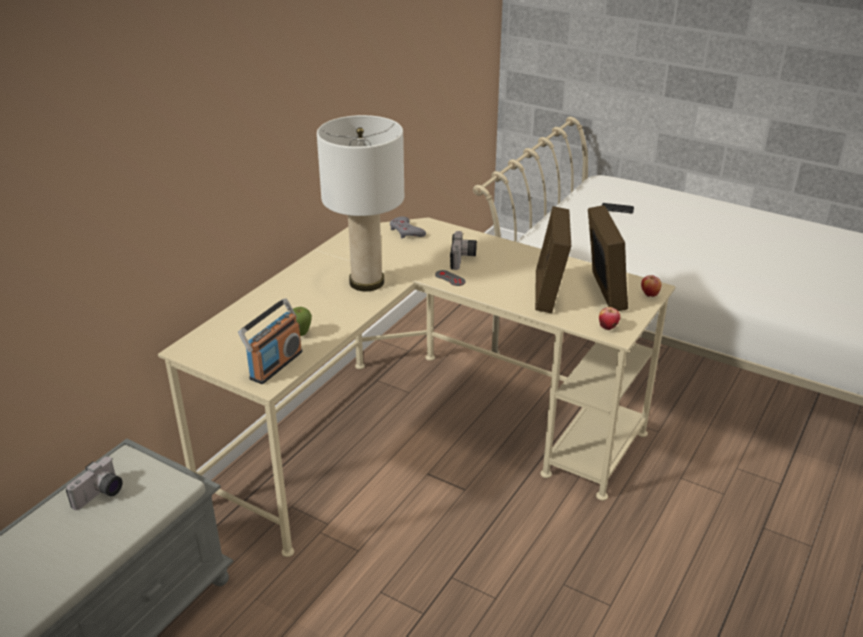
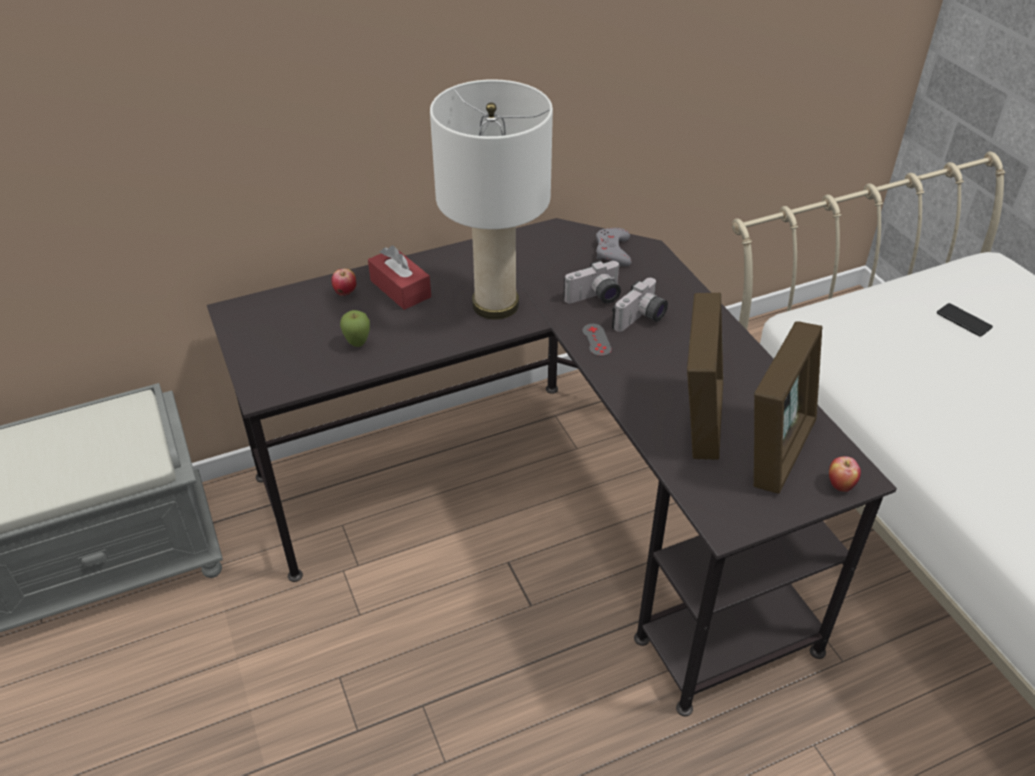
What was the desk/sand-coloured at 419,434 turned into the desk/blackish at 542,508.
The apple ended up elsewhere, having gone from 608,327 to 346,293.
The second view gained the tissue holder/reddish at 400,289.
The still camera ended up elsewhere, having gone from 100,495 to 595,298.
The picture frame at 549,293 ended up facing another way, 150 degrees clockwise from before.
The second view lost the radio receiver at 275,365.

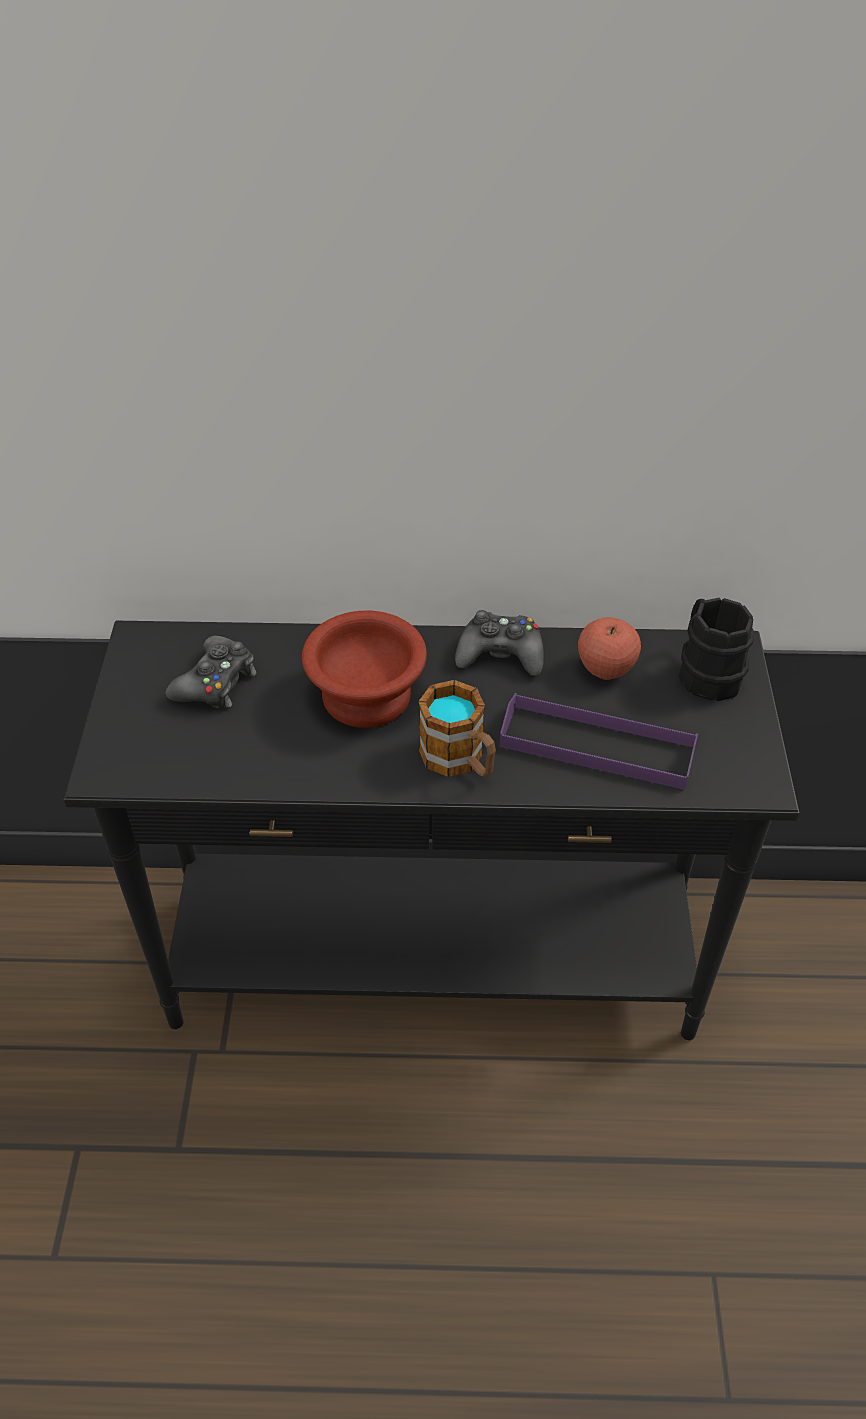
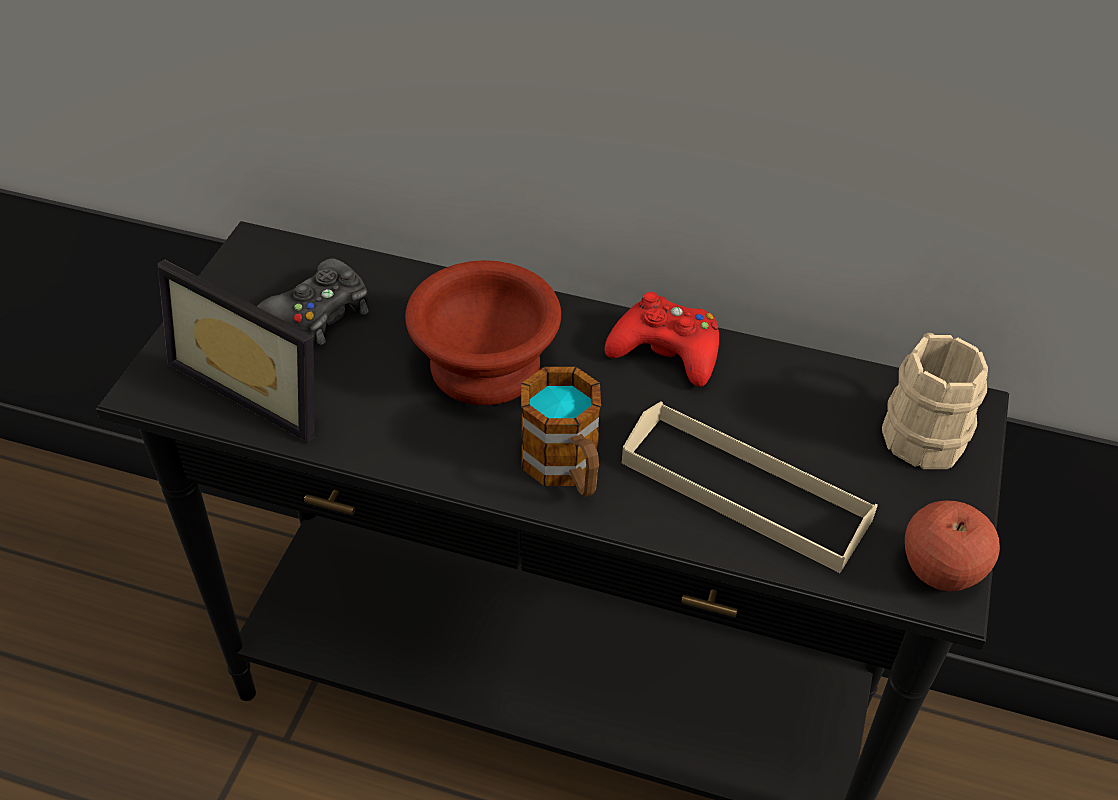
The second view gained the picture frame at 260,382.
What was the gamepad/blackish at 500,654 turned into the gamepad/reddish at 666,351.
What was the serving tray/purplish at 597,746 turned into the serving tray/sand-coloured at 744,491.
What was the mug/blackish at 706,671 turned into the mug/sand-coloured at 920,428.
The apple ended up elsewhere, having gone from 606,669 to 940,571.

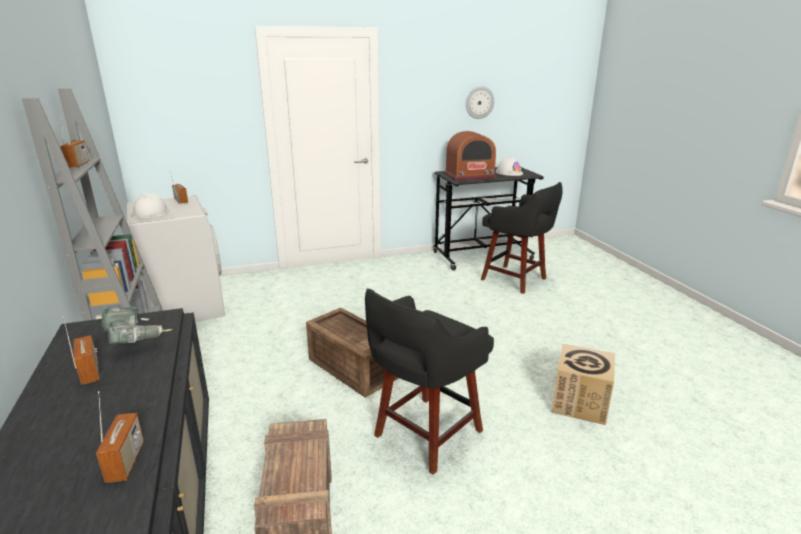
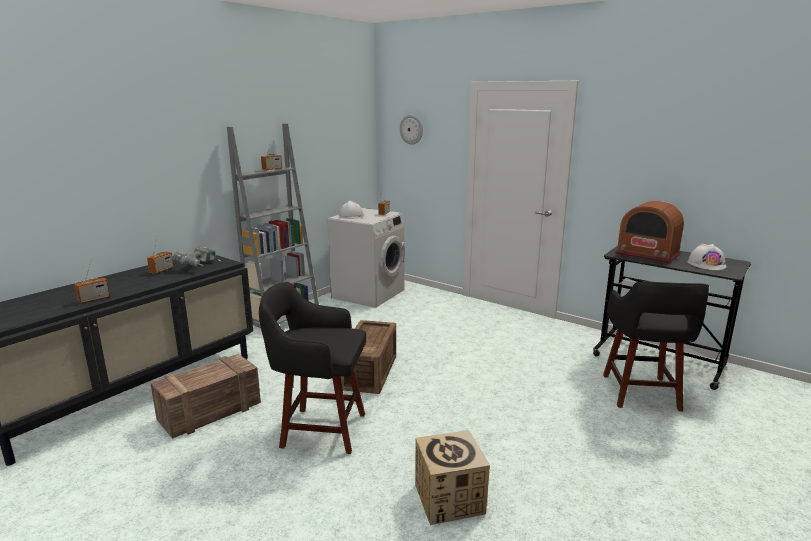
The wall clock ended up elsewhere, having gone from 479,102 to 411,129.

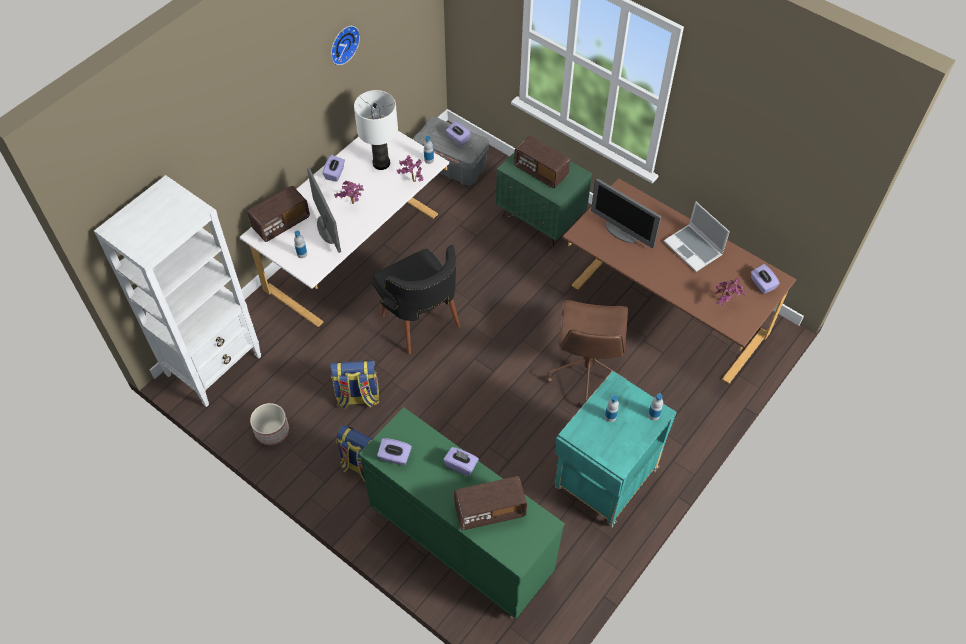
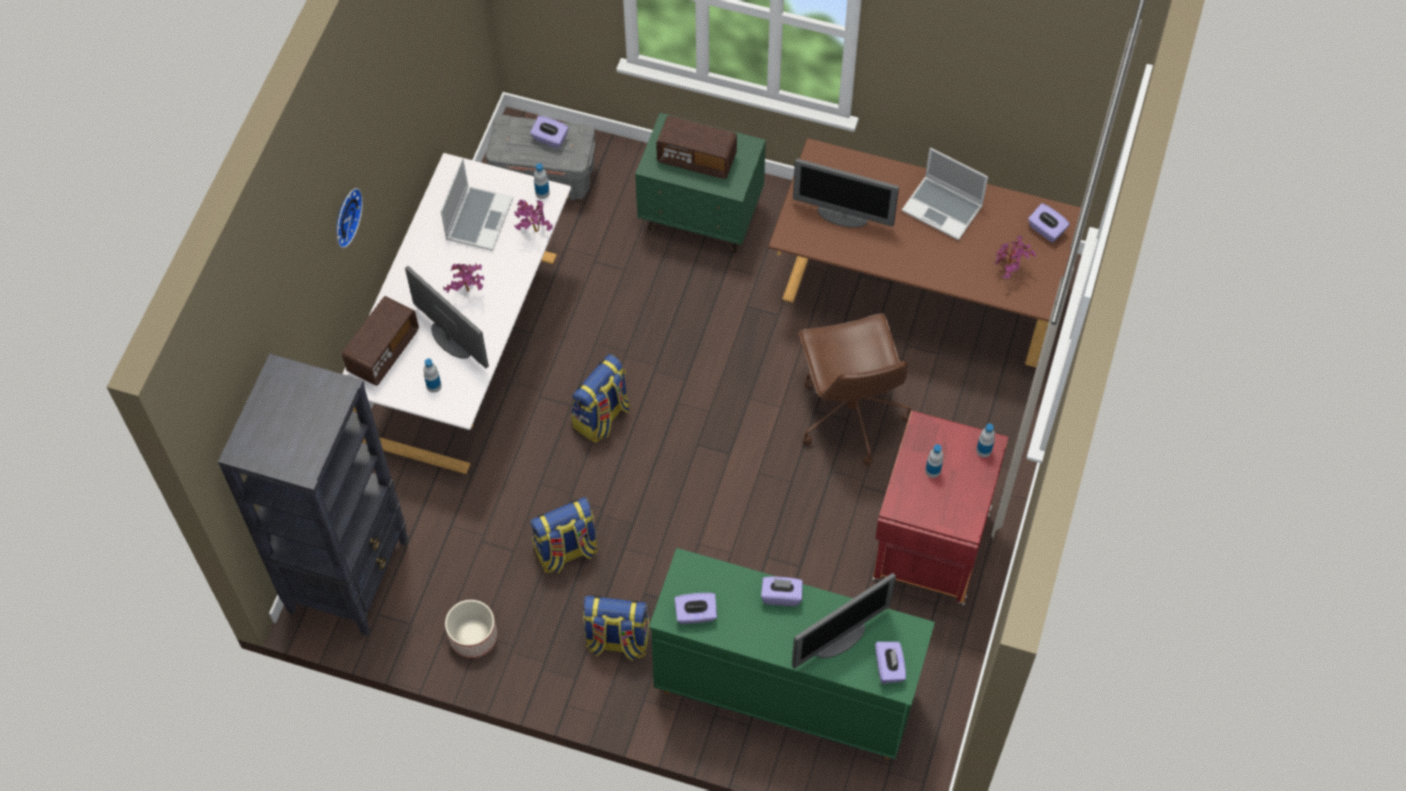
What was the shelving unit/whitish at 215,365 turned into the shelving unit/blackish at 349,575.
The wall clock ended up elsewhere, having gone from 342,44 to 344,216.
Where the tabletop lamp/whitish stood at 381,163, the laptop came to stand at 478,218.
Where the plain chair/blackish stood at 420,321, the backpack came to stand at 602,417.
Where the radio receiver stood at 489,511, the monitor came to stand at 840,639.
What was the trolley/turquoise-coloured at 604,480 turned into the trolley/reddish at 930,548.
The tissue holder/purplish ended up elsewhere, having gone from 335,173 to 889,667.

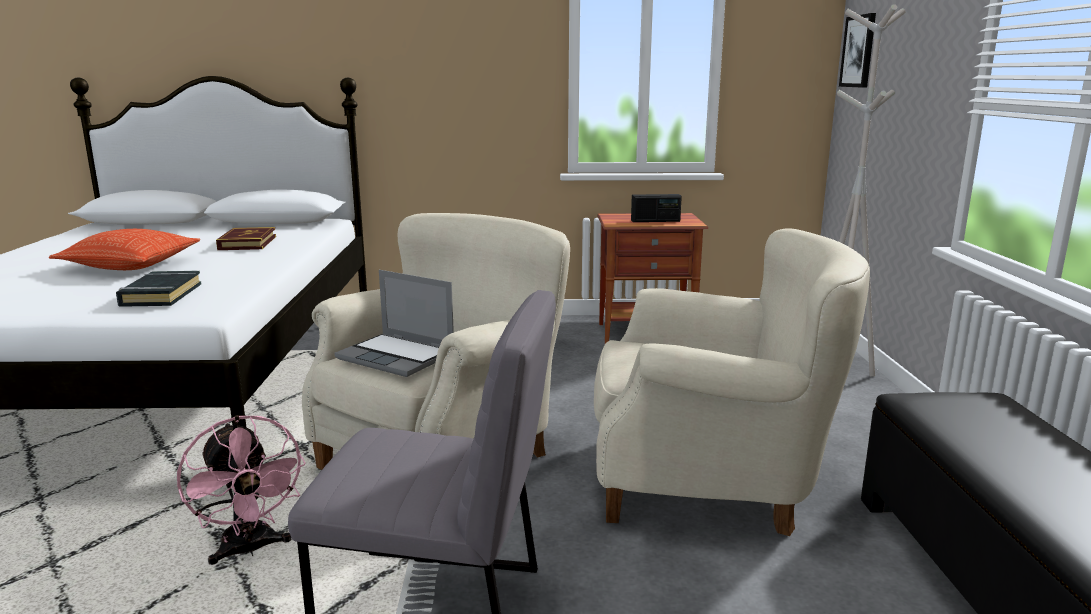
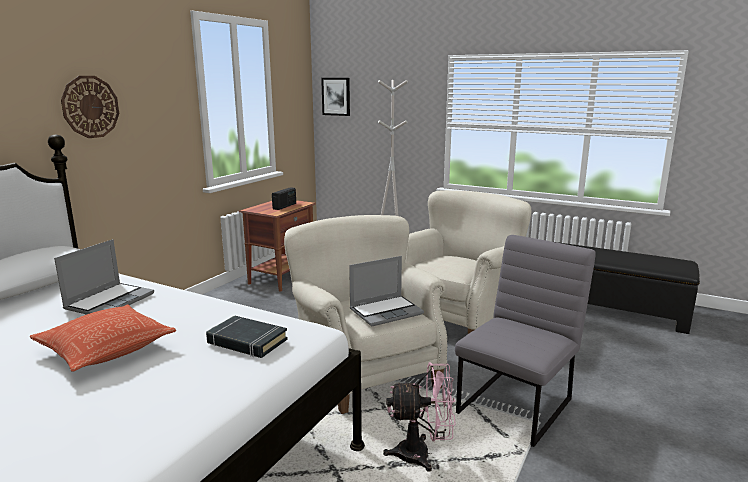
Where the book stood at 247,243, the laptop came to stand at 110,301.
The second view gained the wall clock at 90,107.

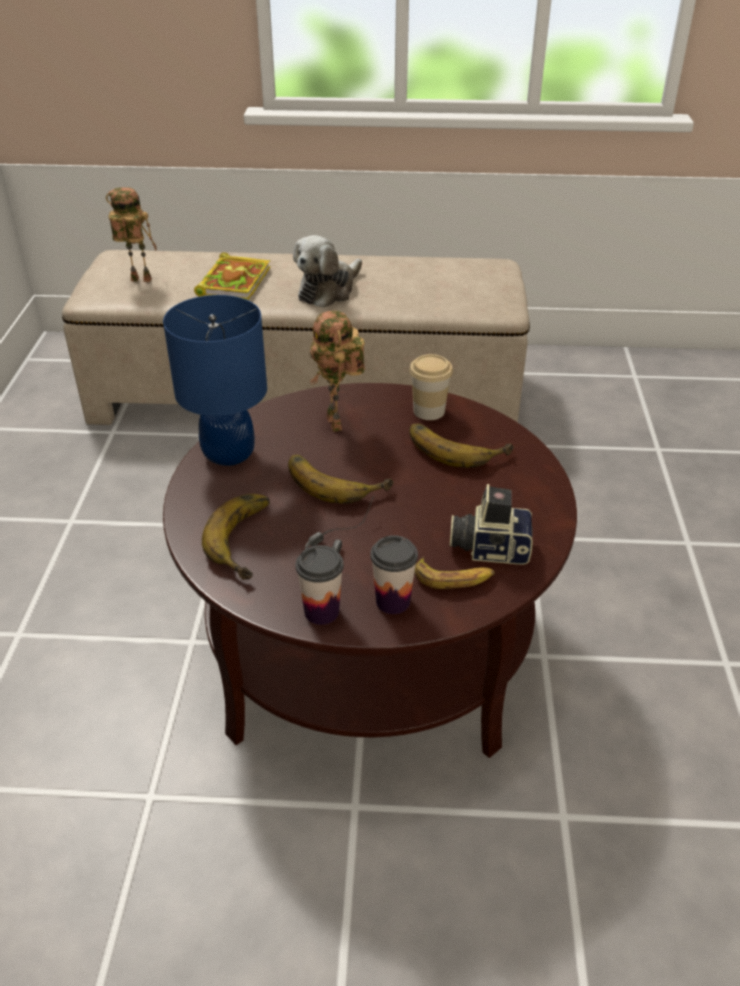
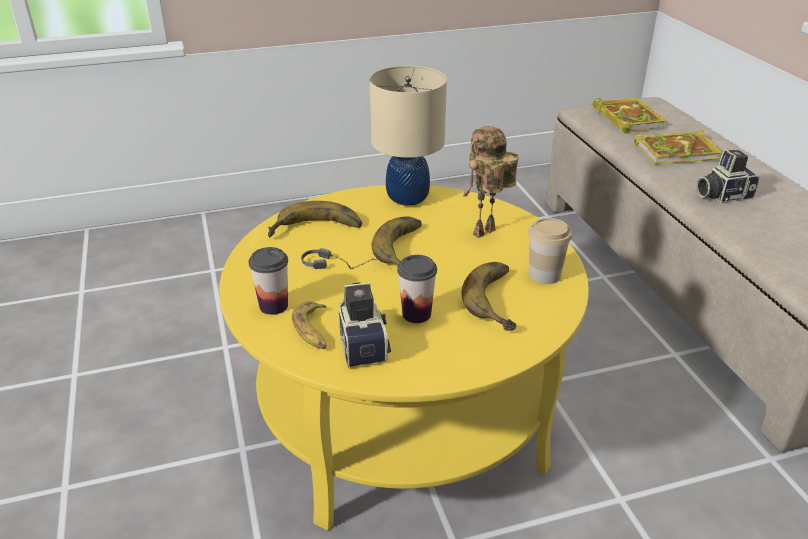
What was the coffee table/brownish at 370,646 turned into the coffee table/yellowish at 403,415.
What was the tabletop lamp/blue at 228,454 turned into the tabletop lamp/sand-coloured at 409,199.
The small cup ended up elsewhere, having gone from 321,612 to 416,314.
Where the toy robot stood at 139,281, the book came to stand at 626,118.
Where the cuddly toy stood at 328,290, the still camera came to stand at 722,195.

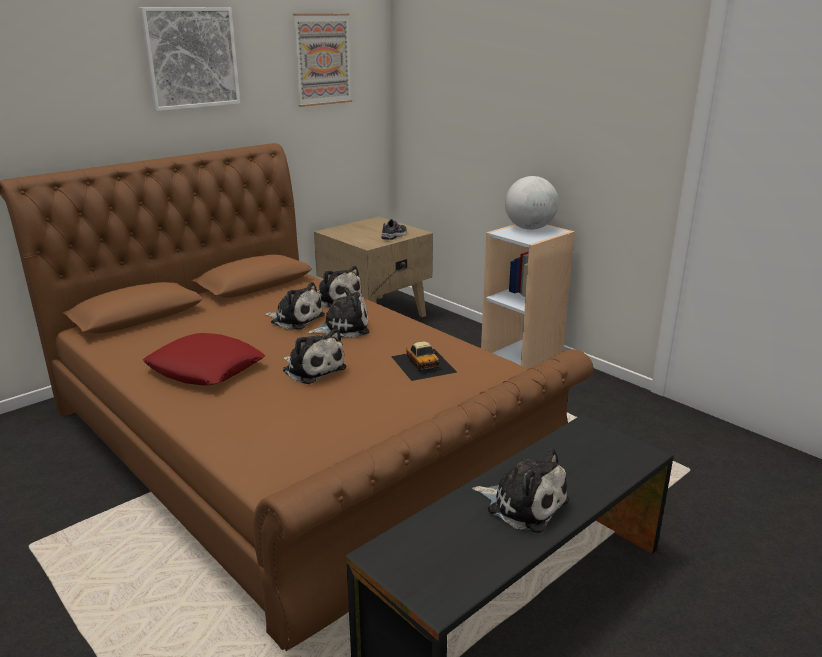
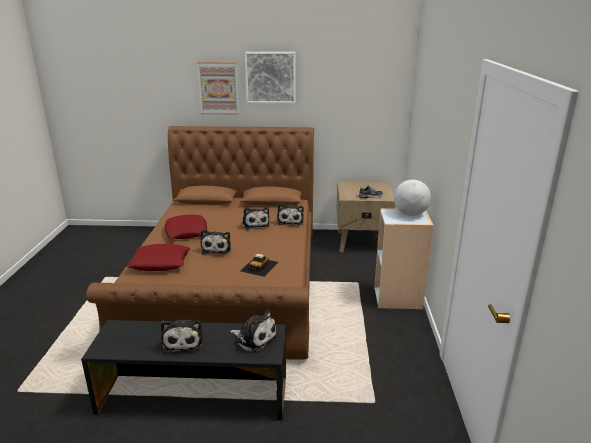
The second view gained the pillow/reddish at 160,262.
The wall picture ended up elsewhere, having gone from 322,59 to 218,88.
The cuddly toy ended up elsewhere, having gone from 343,328 to 254,338.

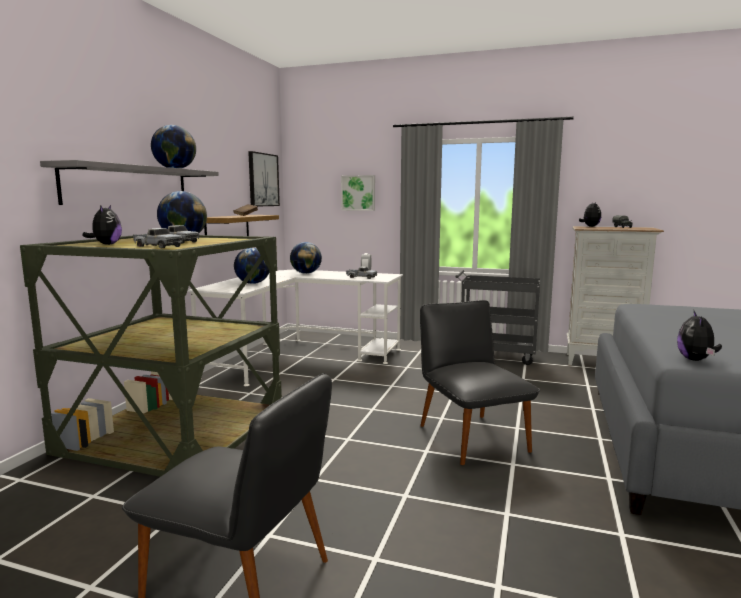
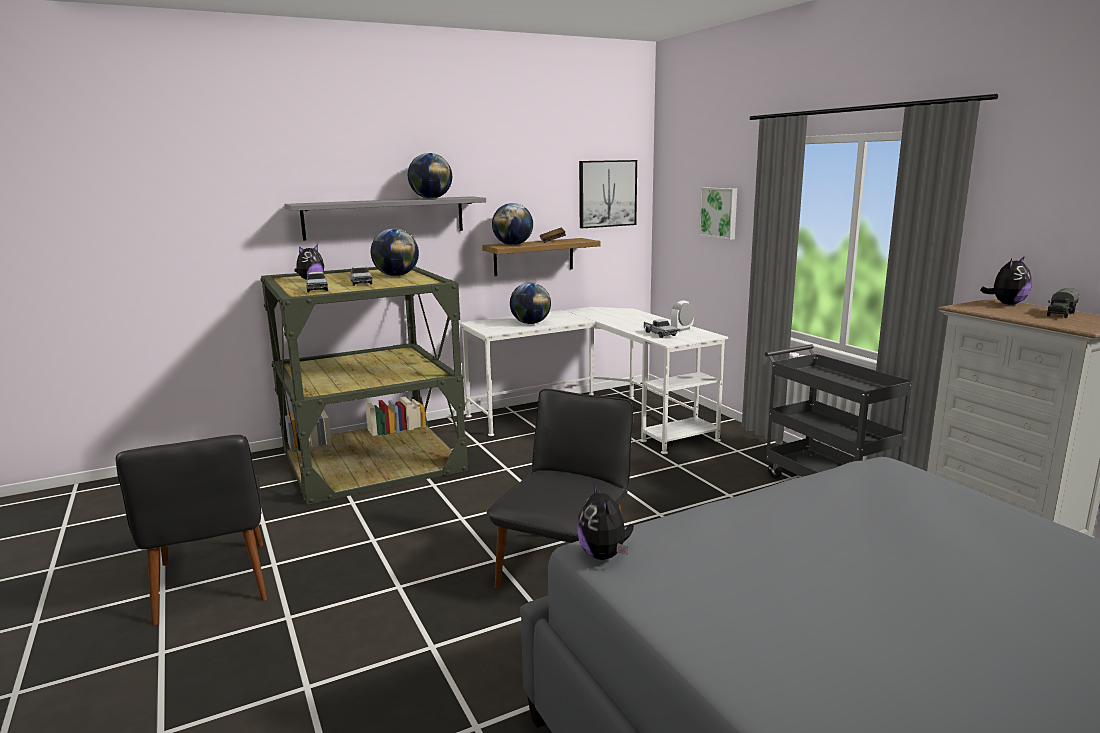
The globe ended up elsewhere, having gone from 306,273 to 513,245.
The cuddly toy at 696,360 ended up facing another way, 75 degrees counterclockwise from before.

